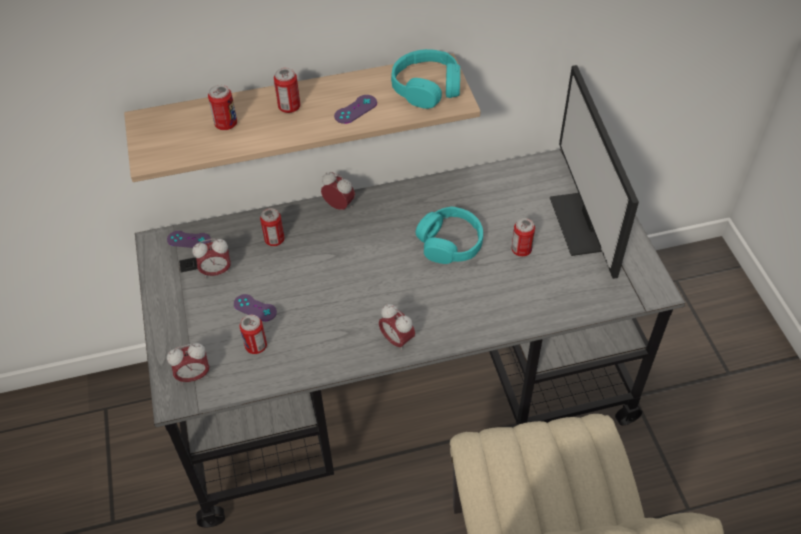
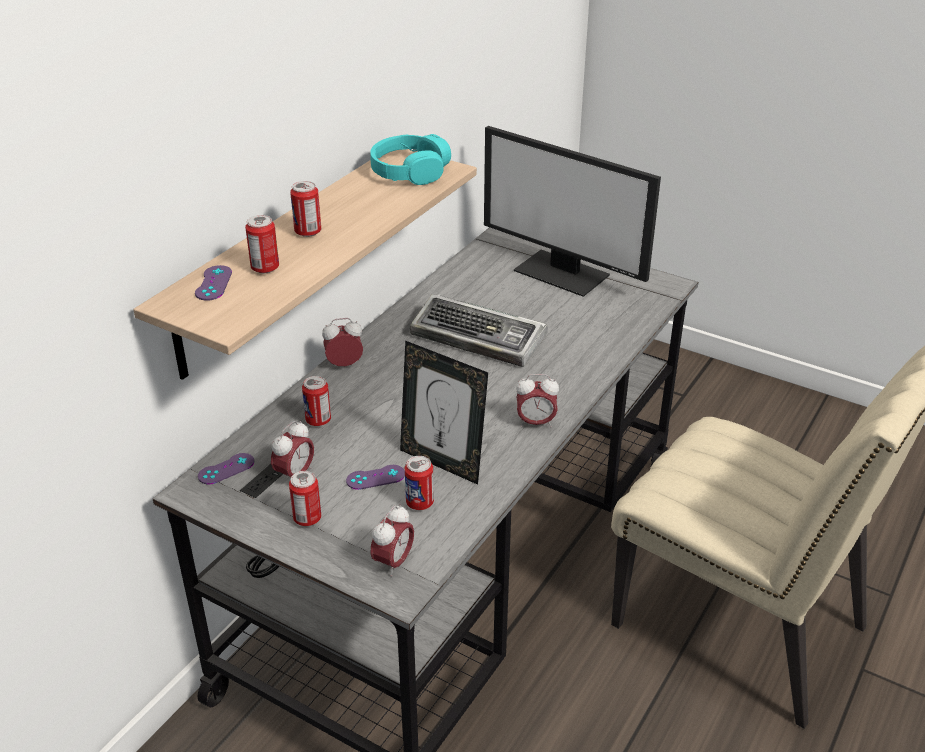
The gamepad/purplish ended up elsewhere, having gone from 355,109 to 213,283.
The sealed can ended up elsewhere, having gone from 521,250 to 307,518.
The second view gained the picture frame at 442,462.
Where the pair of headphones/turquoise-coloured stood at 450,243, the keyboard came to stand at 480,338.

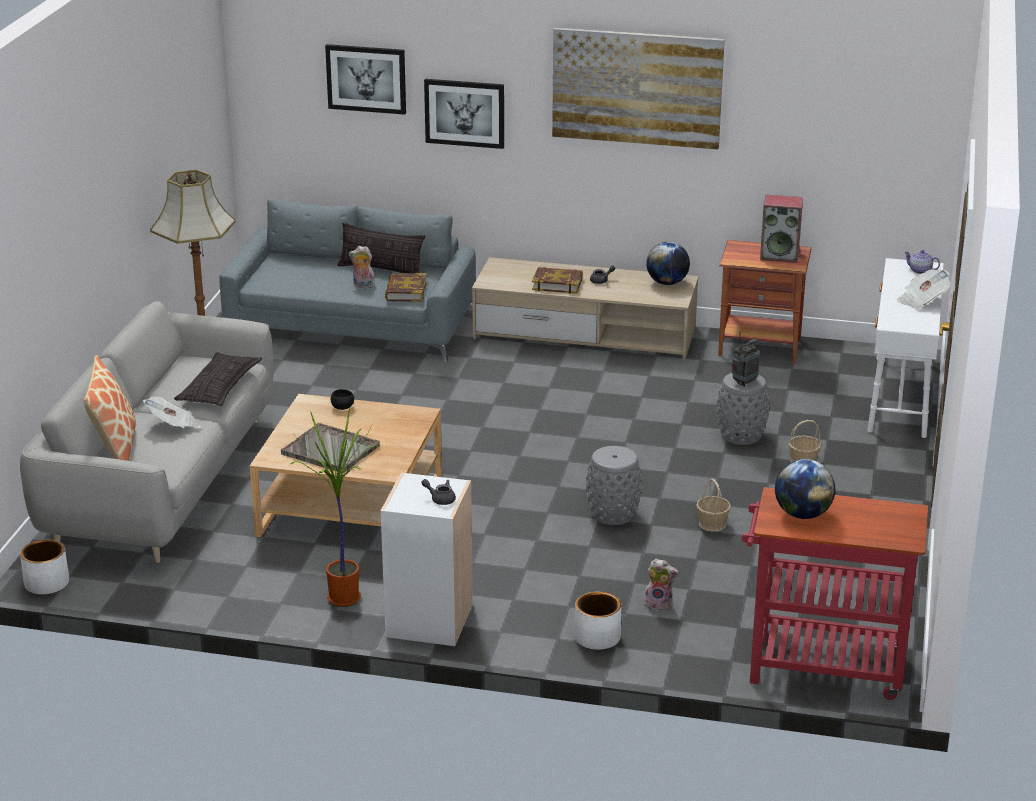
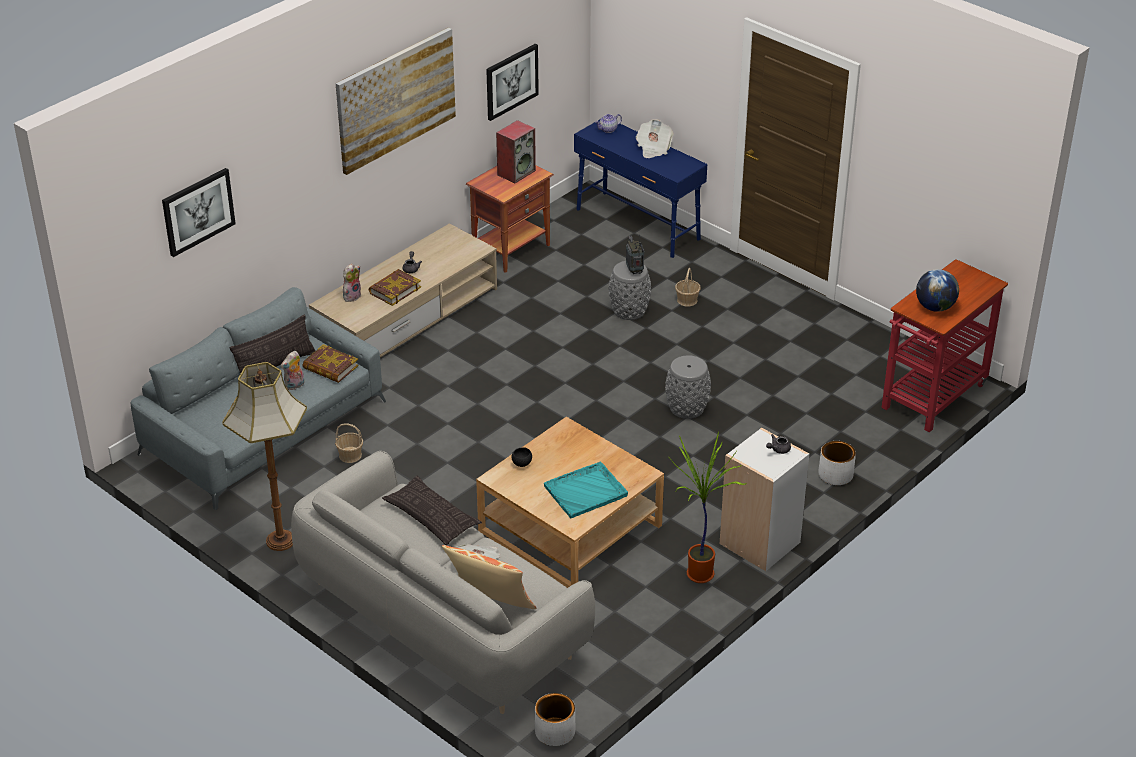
The household basket ended up elsewhere, having gone from 712,524 to 350,455.
The cuddly toy ended up elsewhere, having gone from 659,604 to 352,296.
The wall picture ended up elsewhere, having gone from 464,113 to 511,81.
What was the serving tray/gray at 331,450 turned into the serving tray/turquoise-coloured at 586,491.
What was the console table/whitish at 899,397 turned into the console table/blue at 637,225.
The second view lost the globe at 667,283.

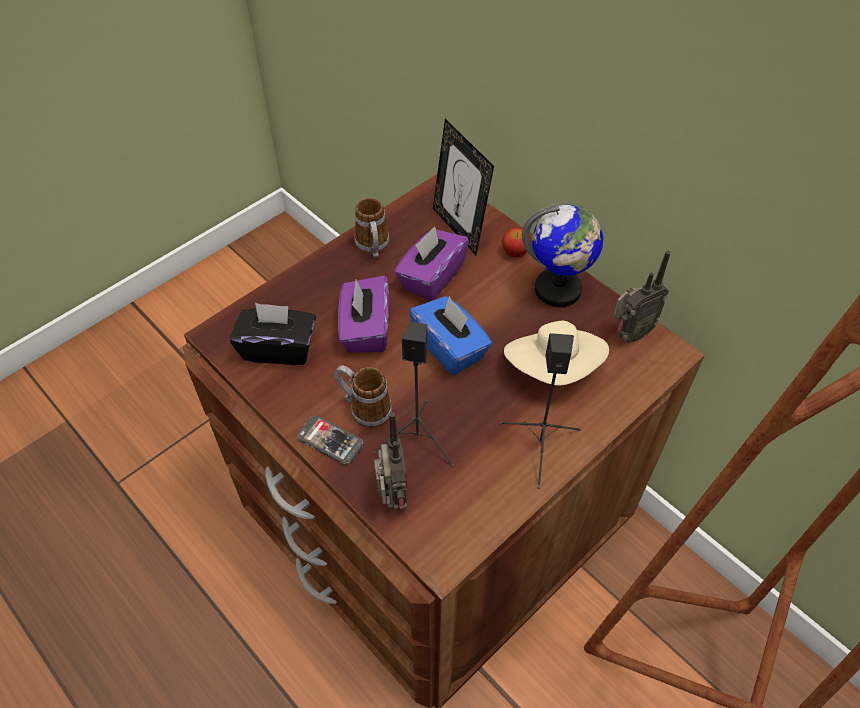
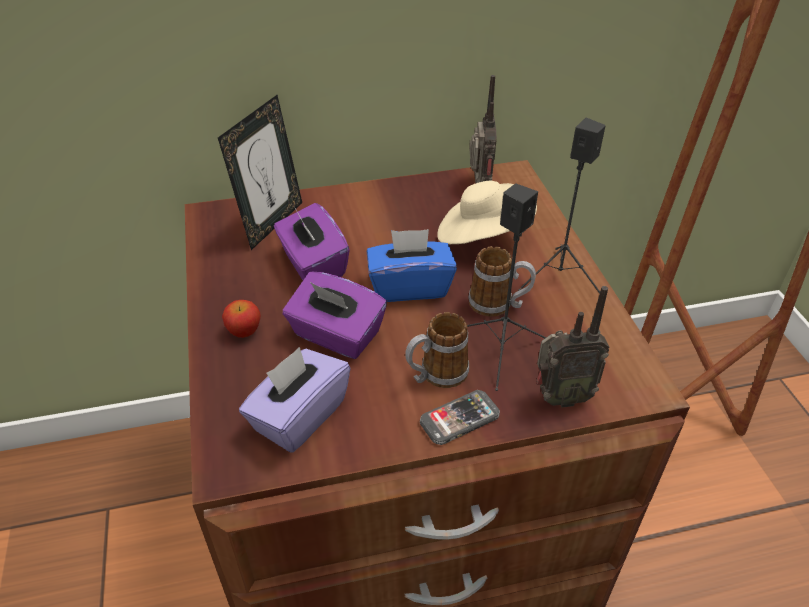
The picture frame at 459,229 ended up facing another way, 60 degrees counterclockwise from before.
The apple ended up elsewhere, having gone from 515,252 to 244,331.
What was the tissue holder/blackish at 278,348 turned into the tissue holder/purplish at 299,416.
The mug ended up elsewhere, having gone from 373,248 to 498,305.
The radio receiver at 392,498 ended up facing another way, 150 degrees clockwise from before.
The second view lost the globe at 558,290.

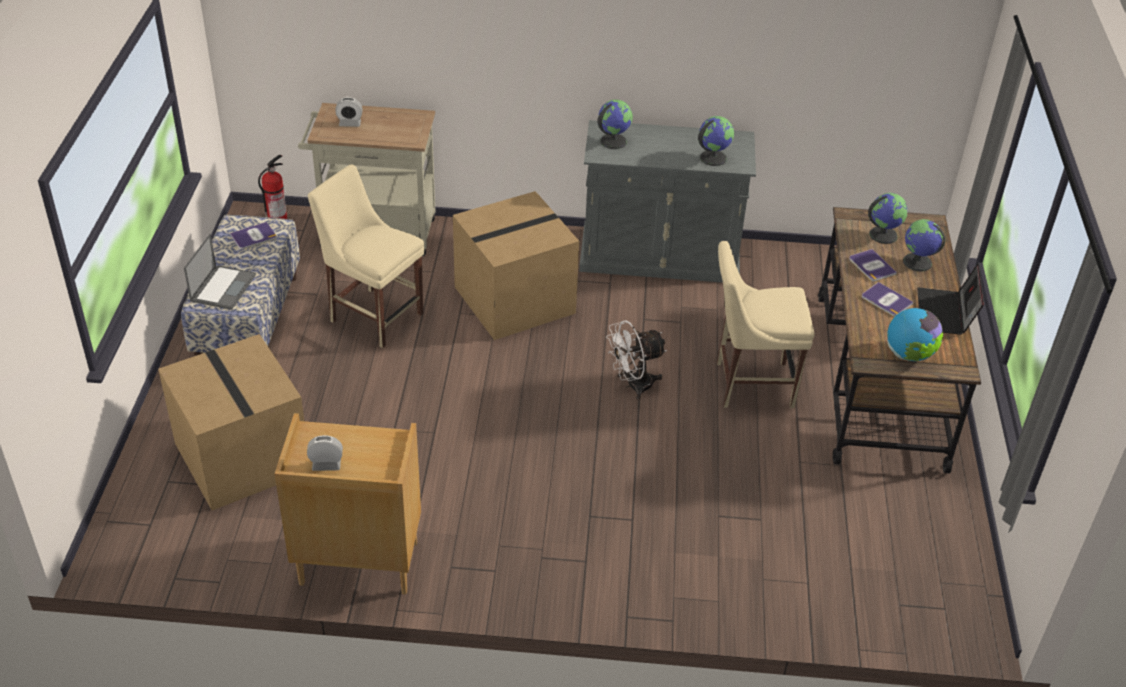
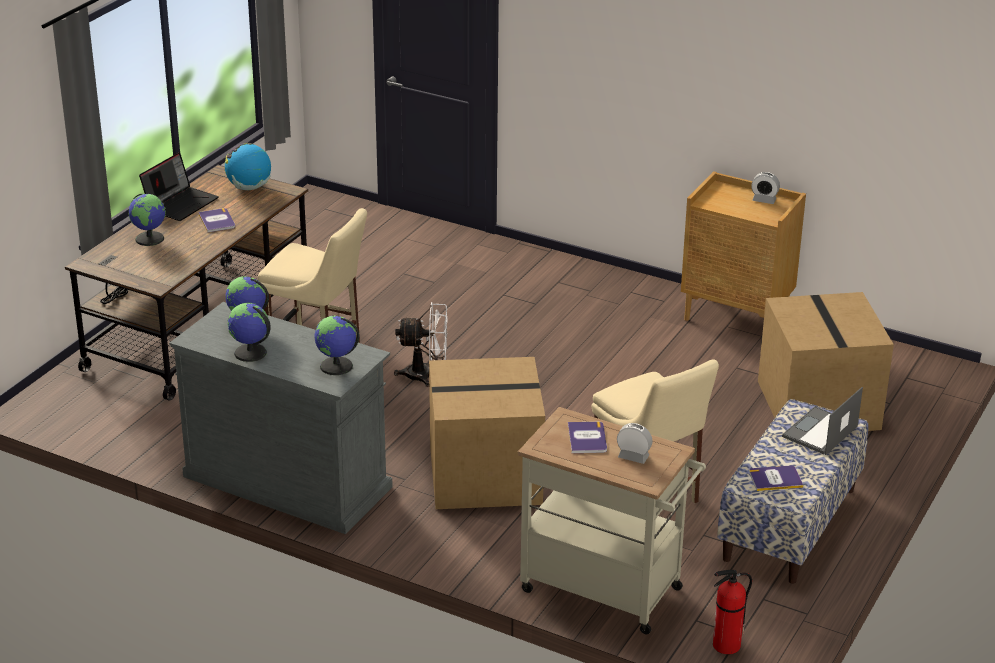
The globe ended up elsewhere, having gone from 883,234 to 250,353.
The book ended up elsewhere, having gone from 871,266 to 587,438.

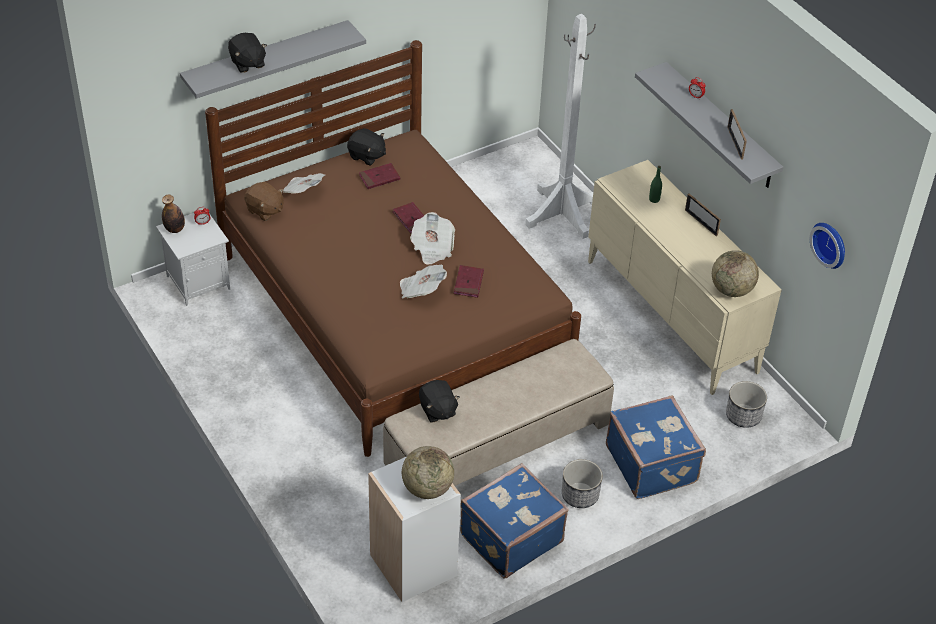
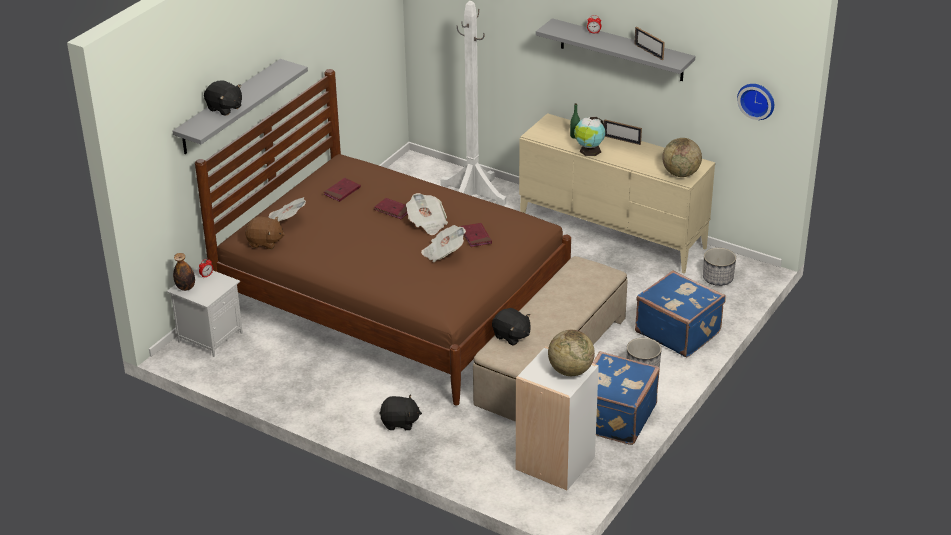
The cuddly toy/blackish ended up elsewhere, having gone from 366,156 to 400,423.
The second view gained the globe at 589,151.

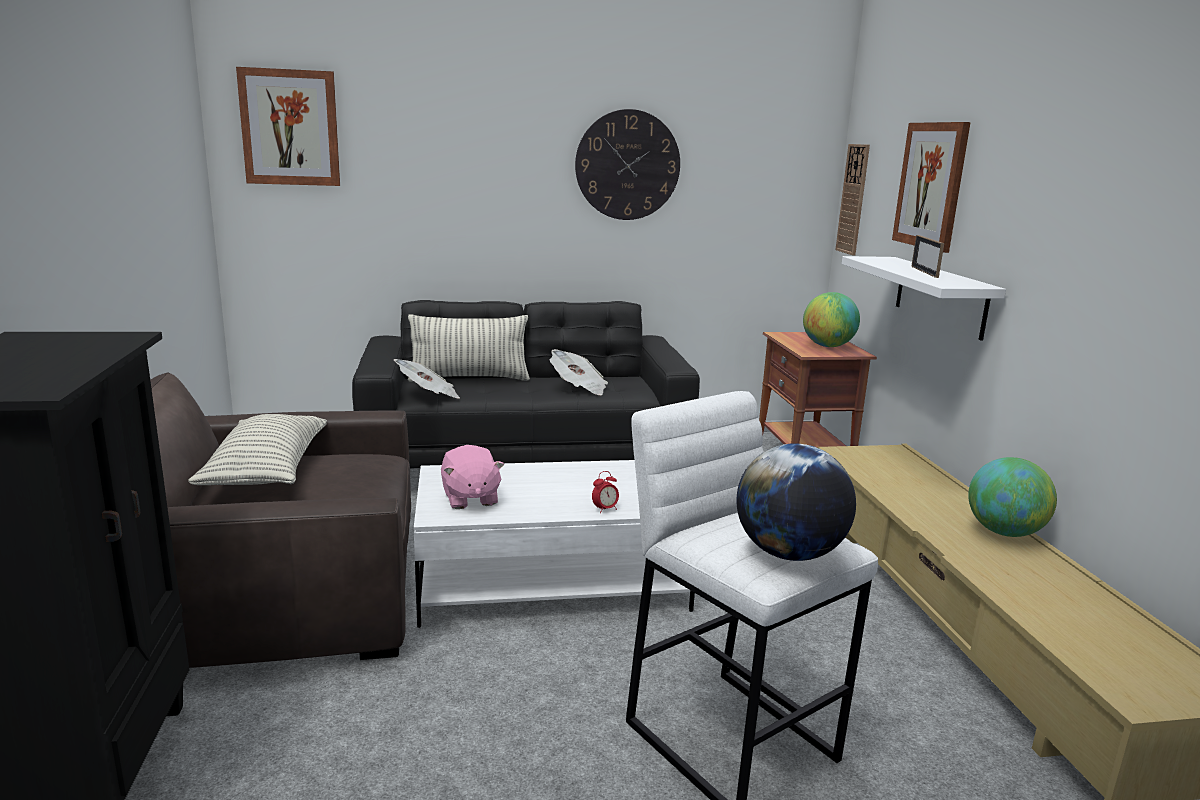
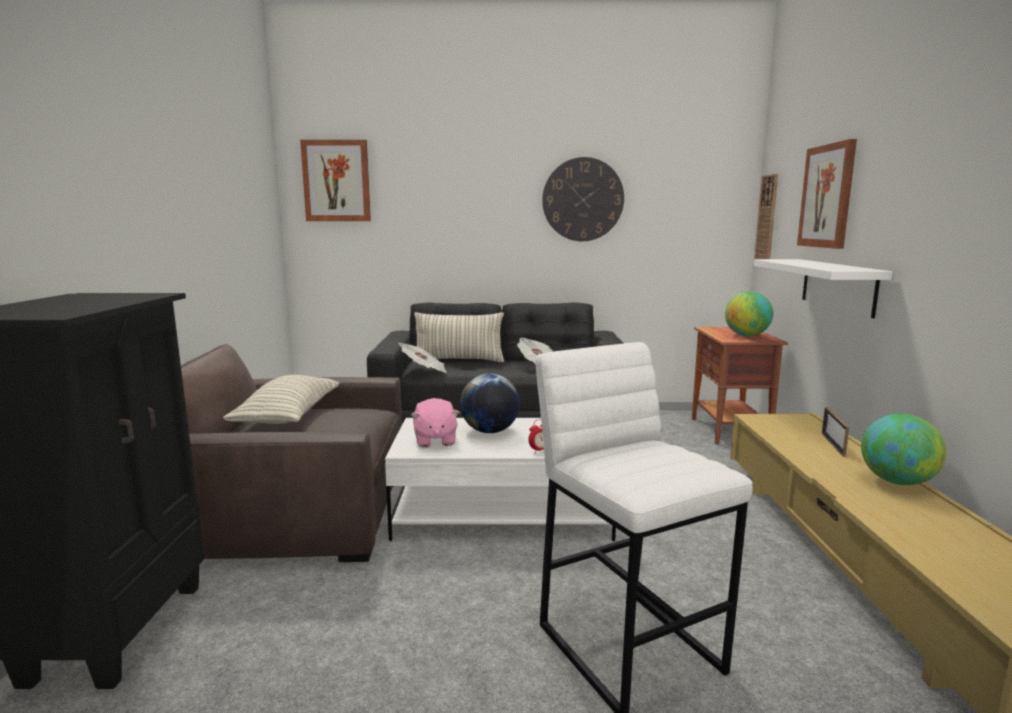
The globe ended up elsewhere, having gone from 789,553 to 490,431.
The picture frame ended up elsewhere, having gone from 924,272 to 832,444.

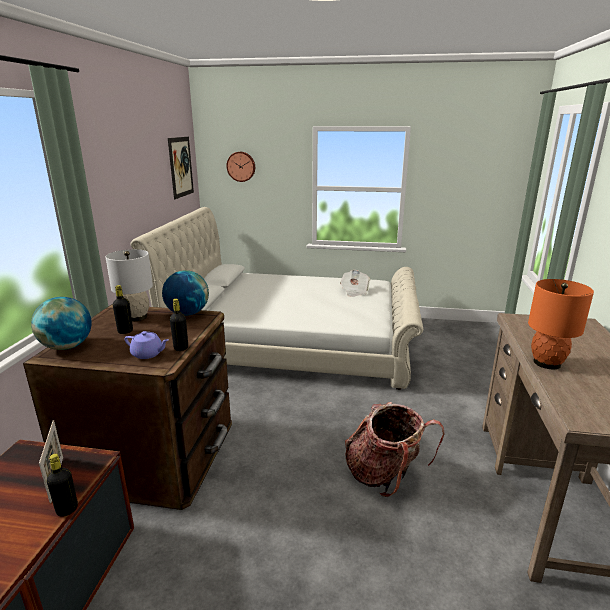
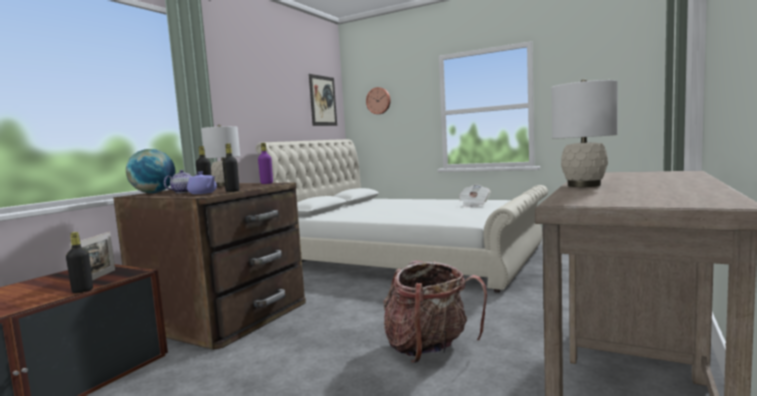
The second view gained the teapot at 184,192.
Where the globe stood at 187,313, the bottle/purplish came to stand at 266,183.
What was the tabletop lamp/orange at 547,363 turned into the tabletop lamp/whitish at 584,185.

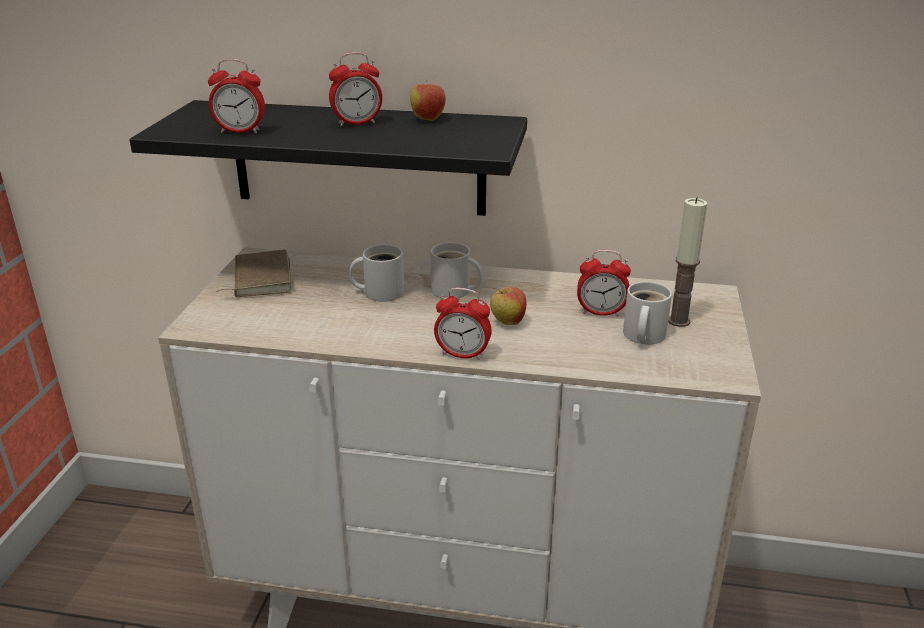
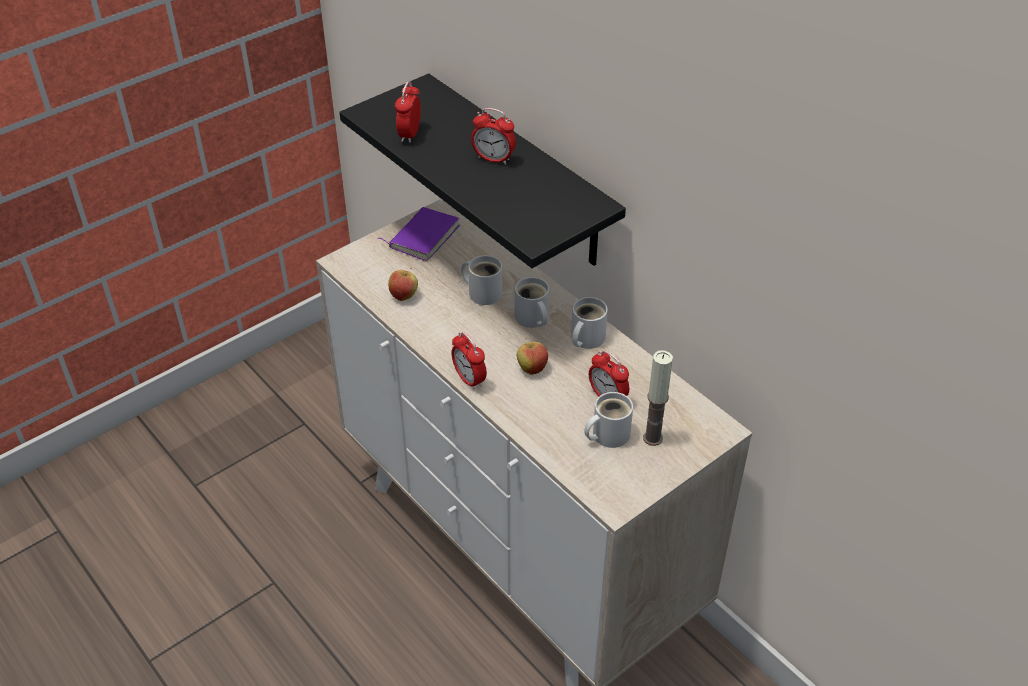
What was the book/brownish at 260,278 turned into the book/purplish at 422,236.
The apple ended up elsewhere, having gone from 428,119 to 404,296.
The alarm clock at 240,131 ended up facing another way, 60 degrees clockwise from before.
The second view gained the mug/whitish at 585,338.

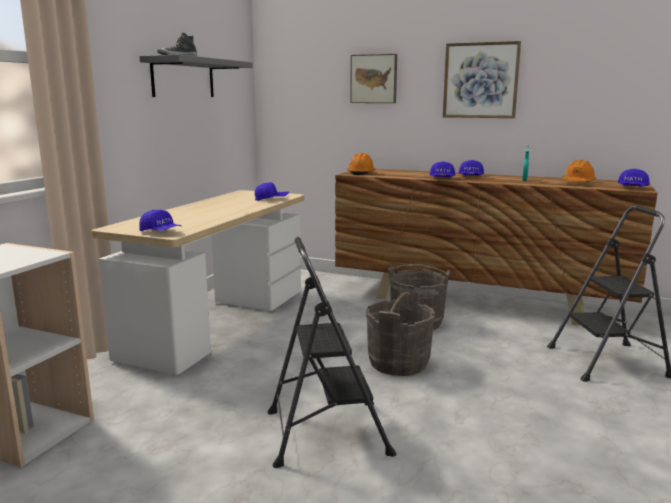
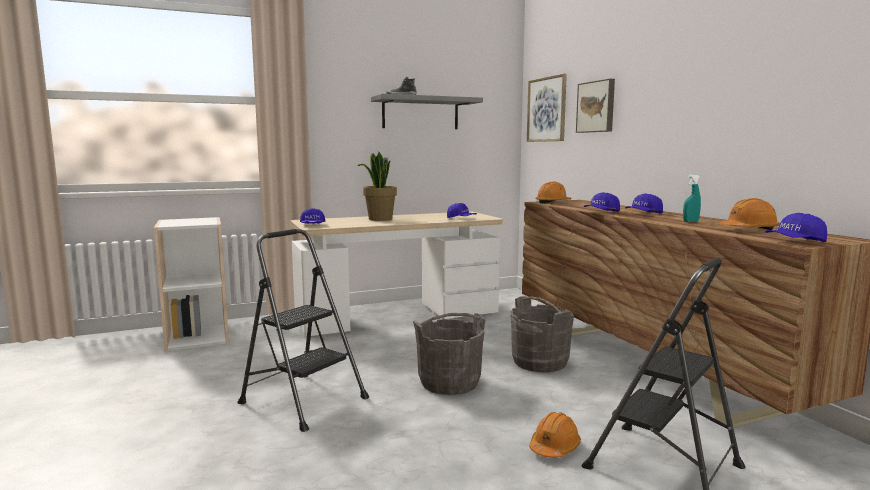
The second view gained the houseplant at 379,219.
The wall picture ended up elsewhere, having gone from 480,80 to 546,109.
The second view gained the work helmet/orange at 554,447.

